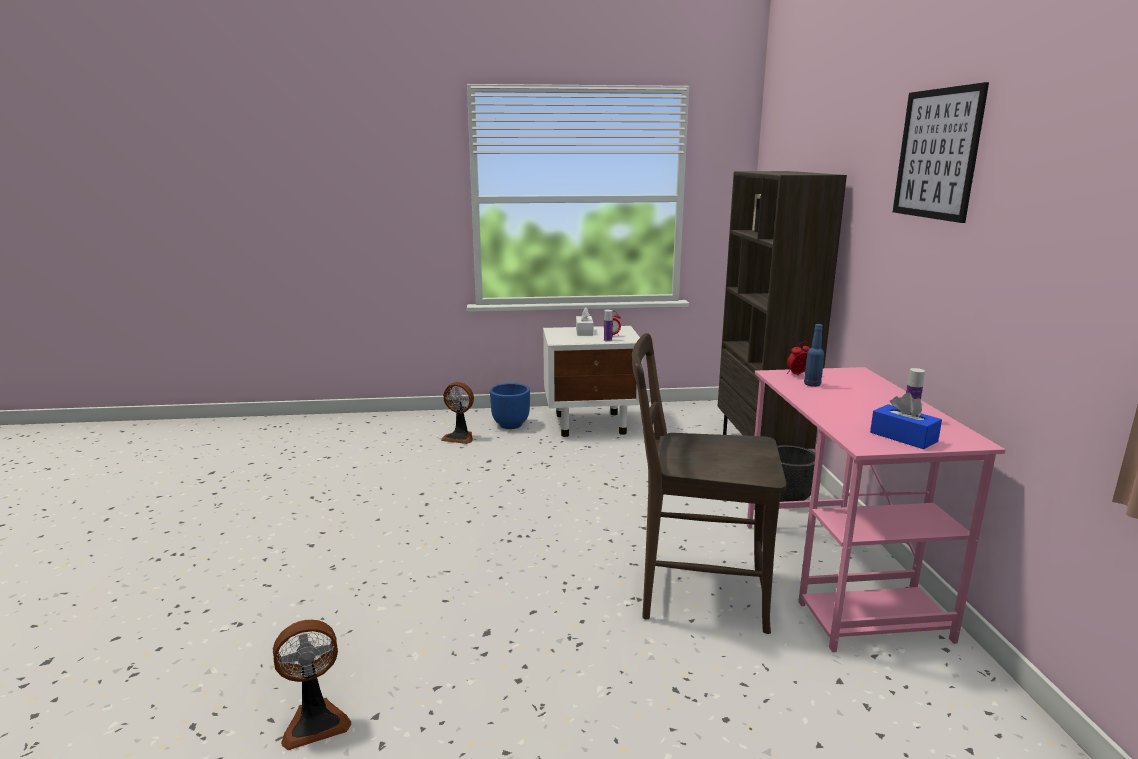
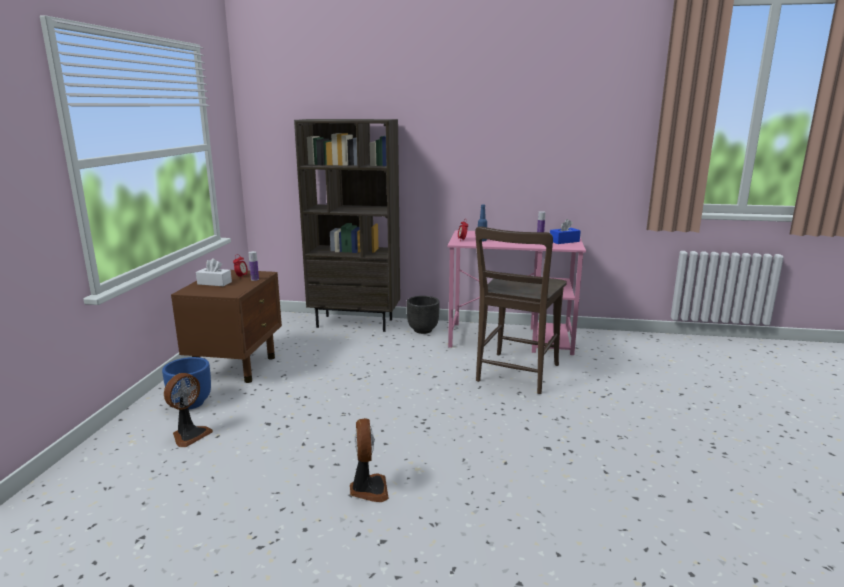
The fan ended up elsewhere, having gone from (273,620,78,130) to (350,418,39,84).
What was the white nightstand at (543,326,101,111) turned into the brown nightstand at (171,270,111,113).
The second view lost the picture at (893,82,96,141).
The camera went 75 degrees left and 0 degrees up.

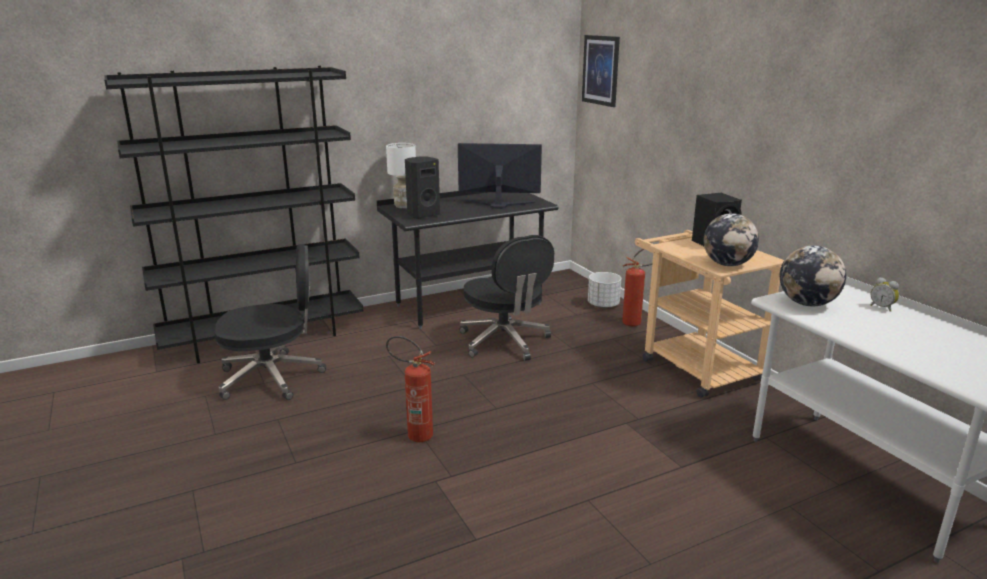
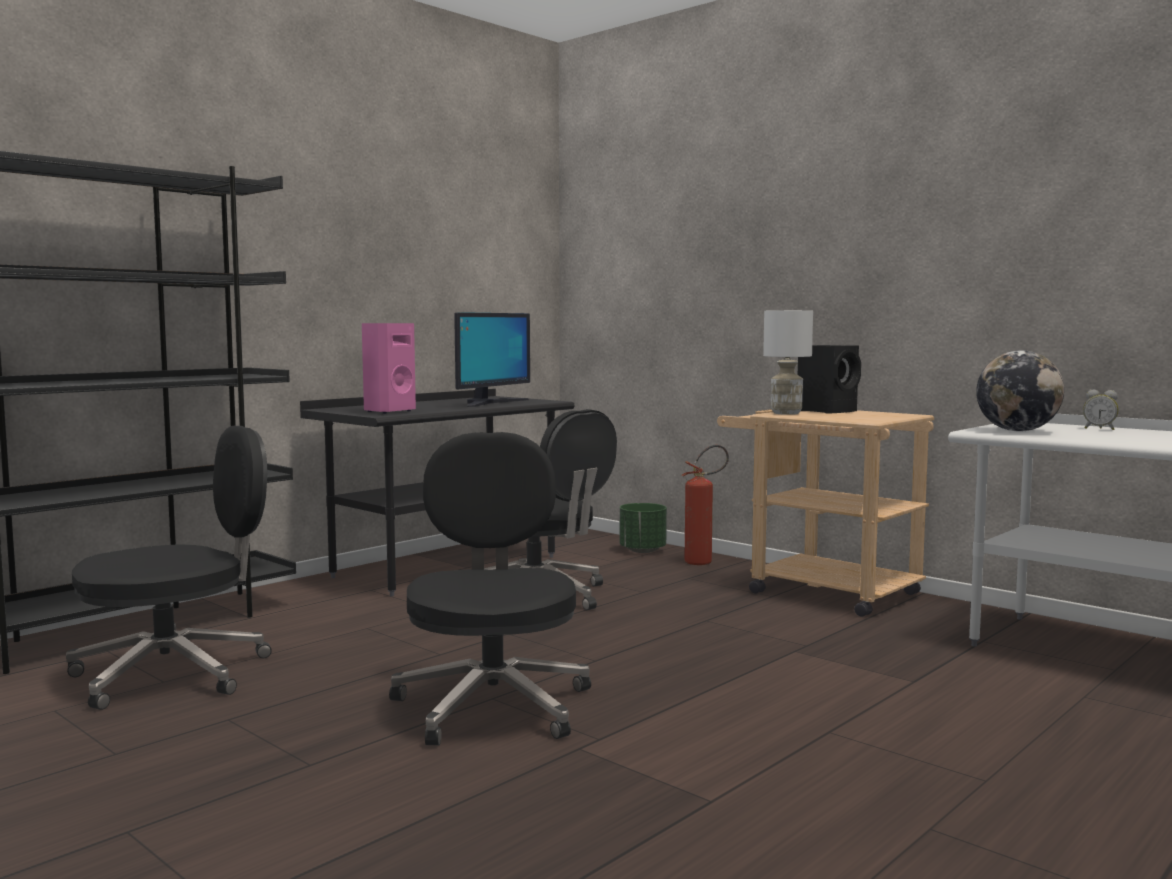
The white table lamp ended up elsewhere, having gone from (386,143,30,65) to (763,310,50,105).
Where the fire extinguisher stood at (386,336,49,106), the black office chair came to stand at (389,432,202,313).
What was the black speaker at (405,156,35,63) turned into the pink speaker at (362,323,54,91).
The monitor at (458,143,84,66) ended up facing another way, 135 degrees clockwise from before.
The second view lost the picture at (582,35,38,72).
What was the white planter at (588,272,33,36) turned into the green planter at (620,503,47,50).
The second view lost the globe at (704,213,55,53).
The camera went 20 degrees left and 15 degrees down.

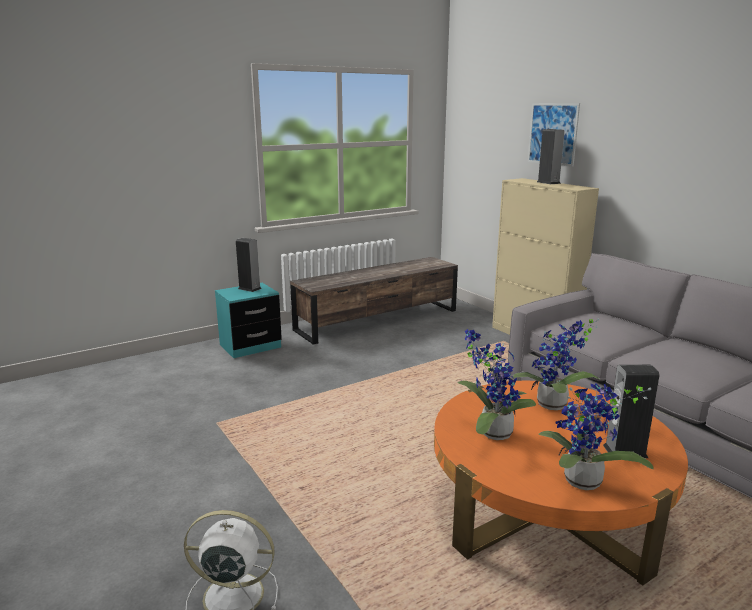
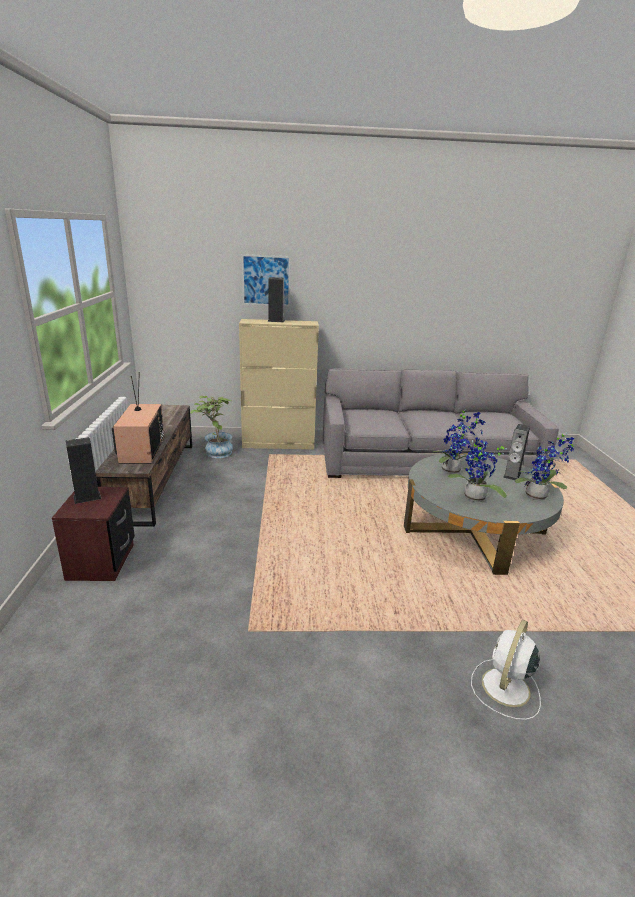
What was the turquoise nightstand at (215,283,67,75) turned into the brown nightstand at (52,487,83,94).
What was the orange coffee table at (434,381,254,205) turned into the grey coffee table at (404,453,160,122).
The second view gained the television at (112,372,52,92).
The second view gained the potted plant at (190,395,43,63).
The camera went 60 degrees left and 5 degrees up.

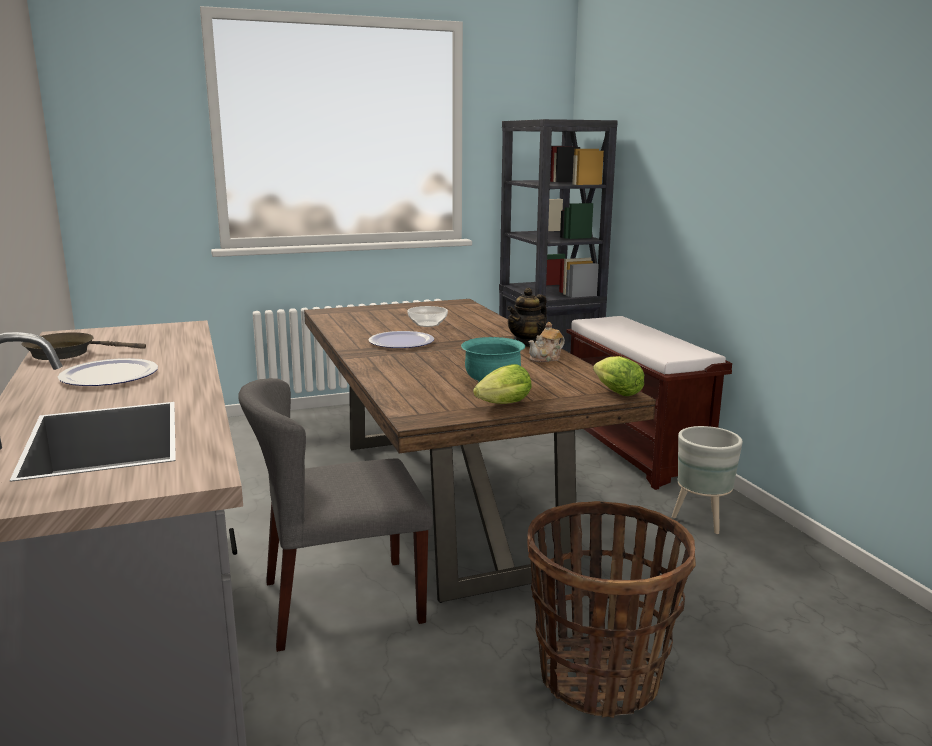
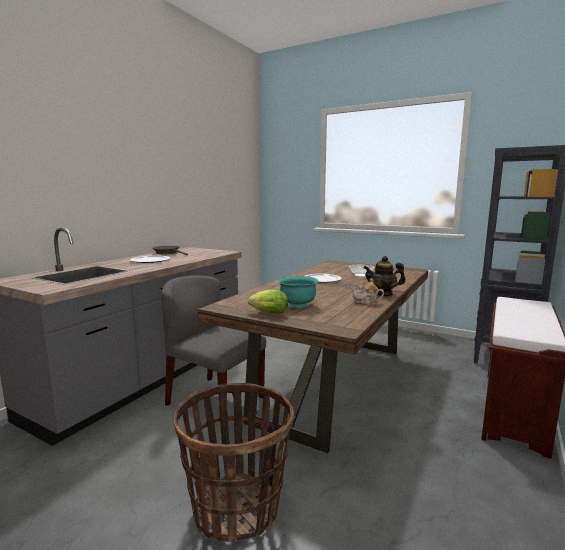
The second view lost the lettuce at (593,356,51,40).
The second view lost the grey planter at (672,426,71,108).
The camera went 50 degrees right and 5 degrees down.

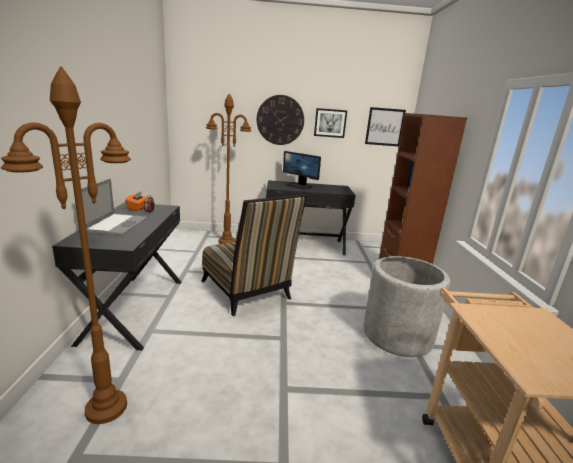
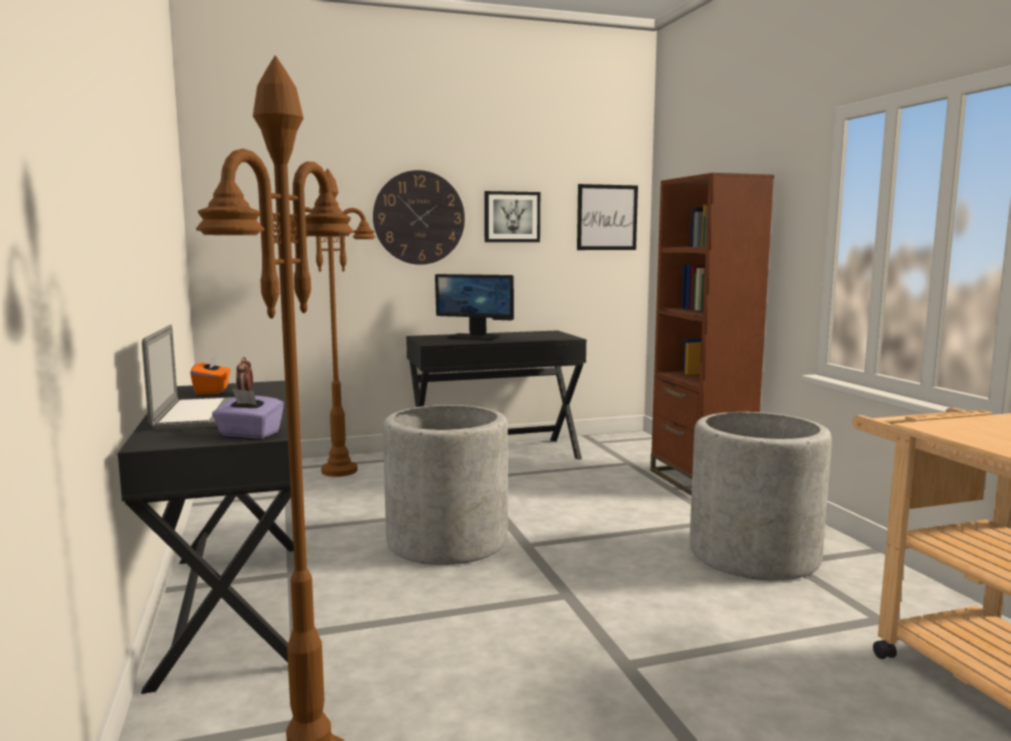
Where the chair stood at (202,194,105,122), the grey planter came to stand at (383,405,125,160).
The second view gained the purple tissue box at (212,389,72,50).
The camera went 15 degrees left and 10 degrees down.

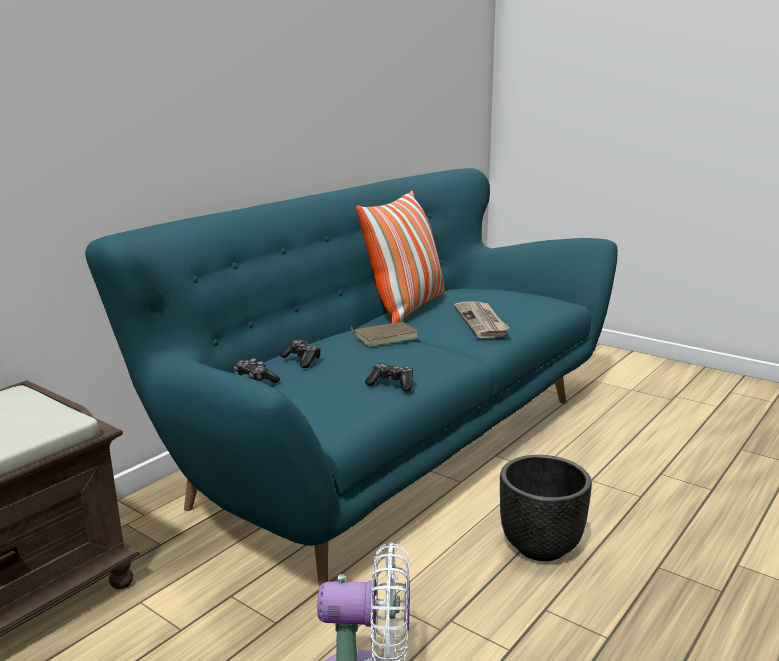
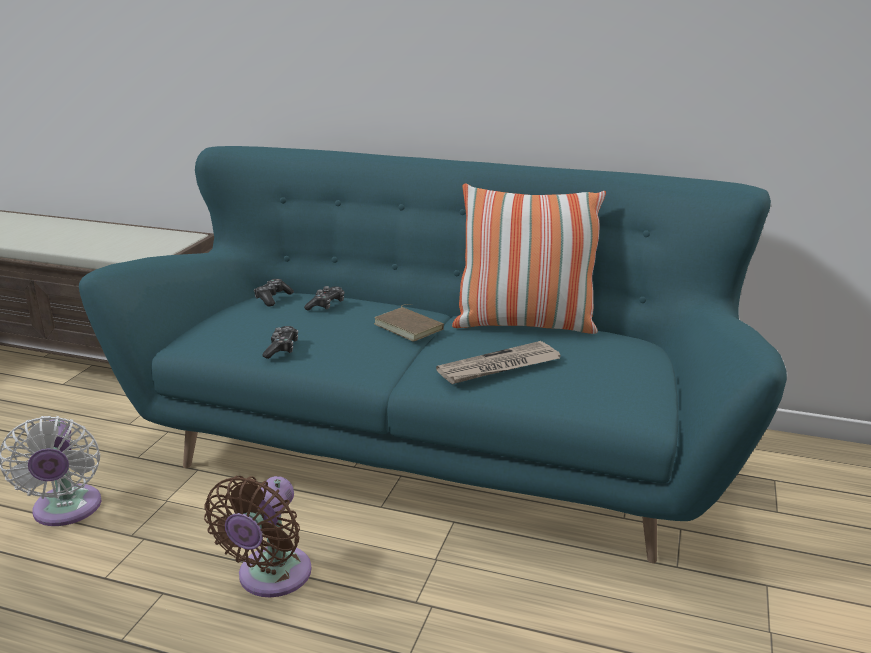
Where the black planter stood at (500,455,92,106), the brown fan came to stand at (204,476,108,121).
The camera went 70 degrees right and 5 degrees up.

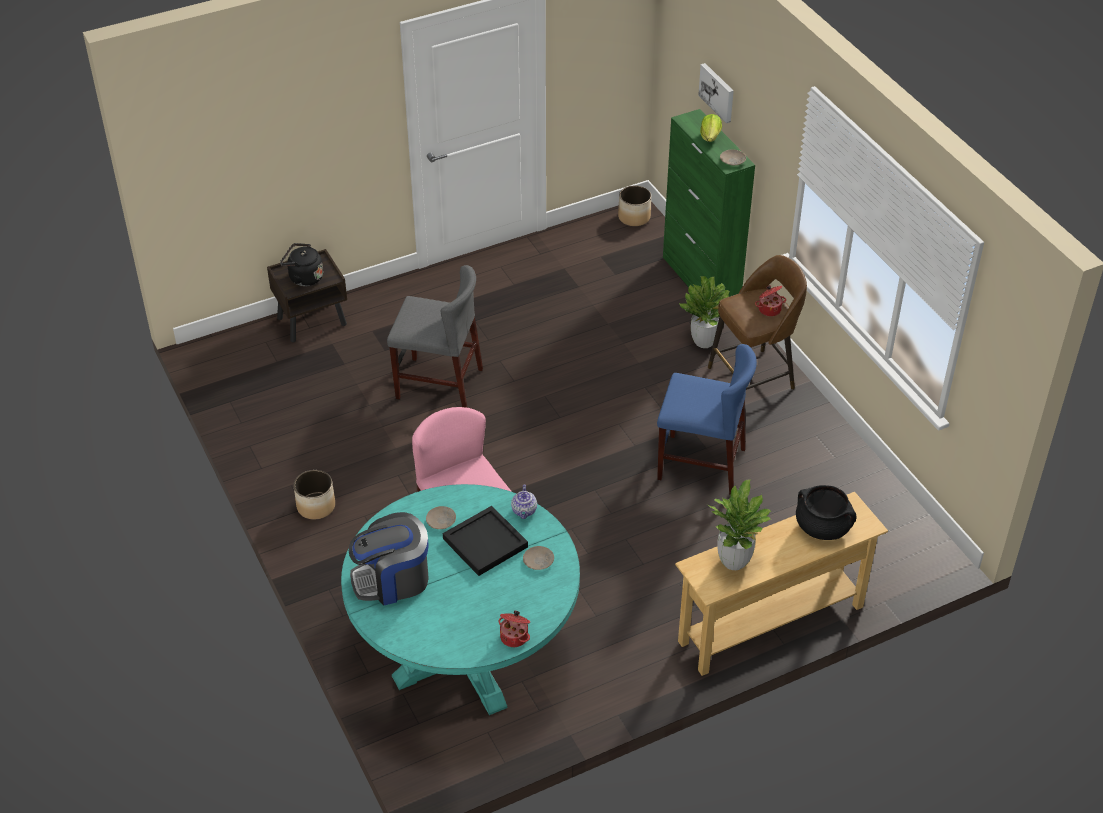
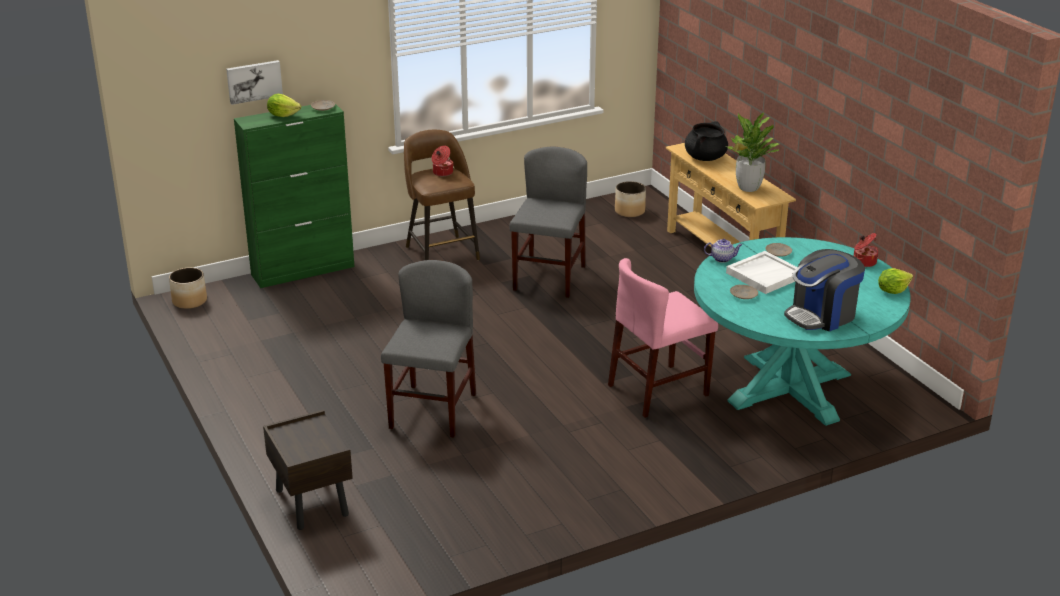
The second view lost the black kettle at (280,243,43,43).
The planter ended up elsewhere, having gone from (294,470,41,49) to (615,181,31,36).
The coffee machine at (349,512,80,93) ended up facing another way, 75 degrees clockwise from before.
What was the black tray at (443,506,85,70) turned into the white tray at (726,251,71,43).
What was the blue chair at (657,344,100,151) turned into the grey chair at (509,147,78,151).
The second view lost the potted plant at (679,276,51,72).
The second view gained the lettuce at (878,268,35,26).
The camera went 90 degrees left and 15 degrees down.

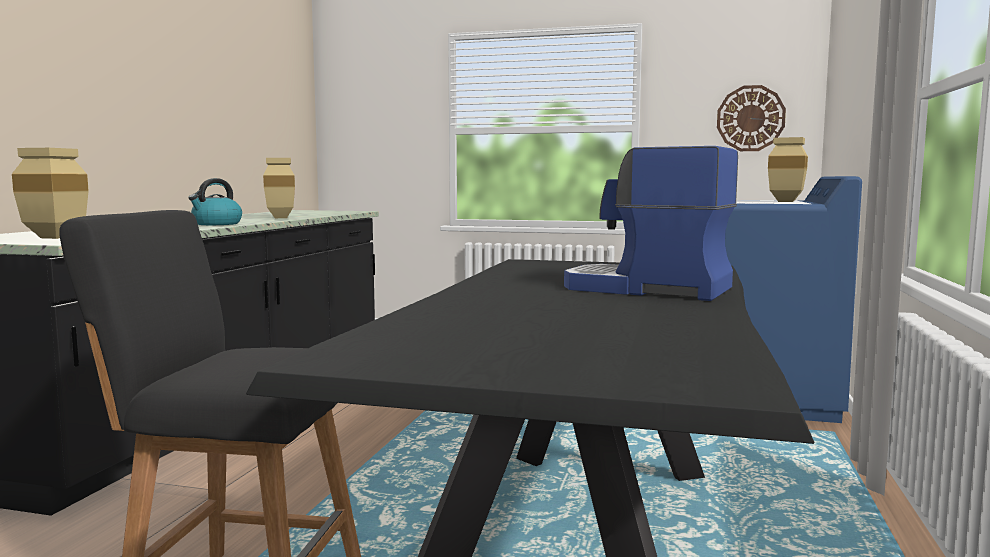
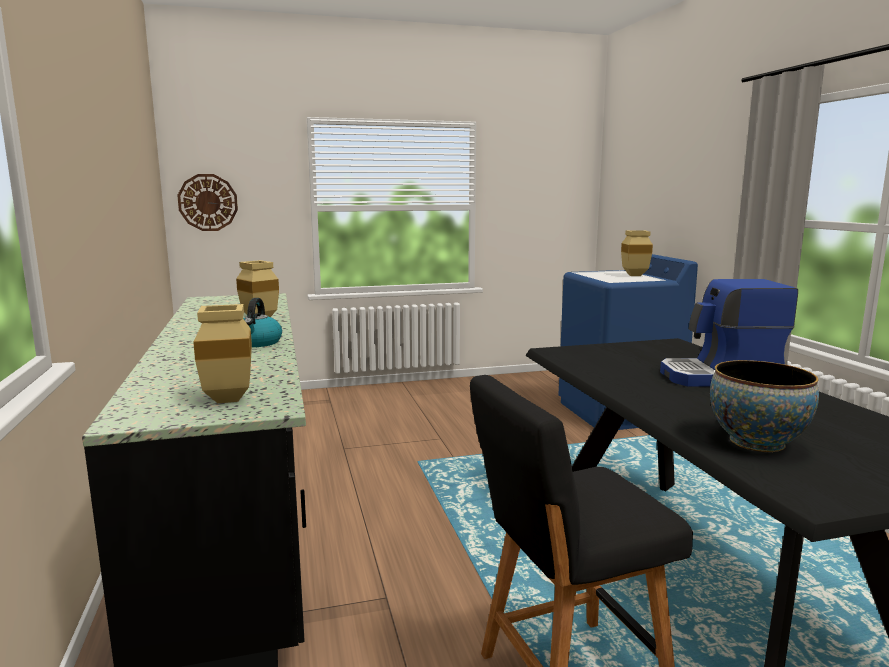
The wall clock ended up elsewhere, having gone from (717,85,69,66) to (177,174,61,57).
The second view gained the bowl at (710,360,109,92).
The camera went 30 degrees left and 5 degrees up.

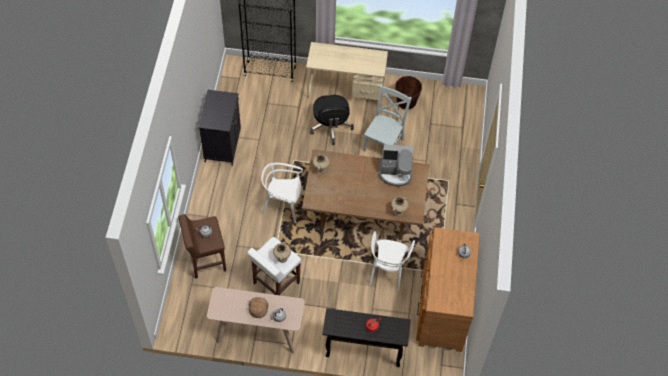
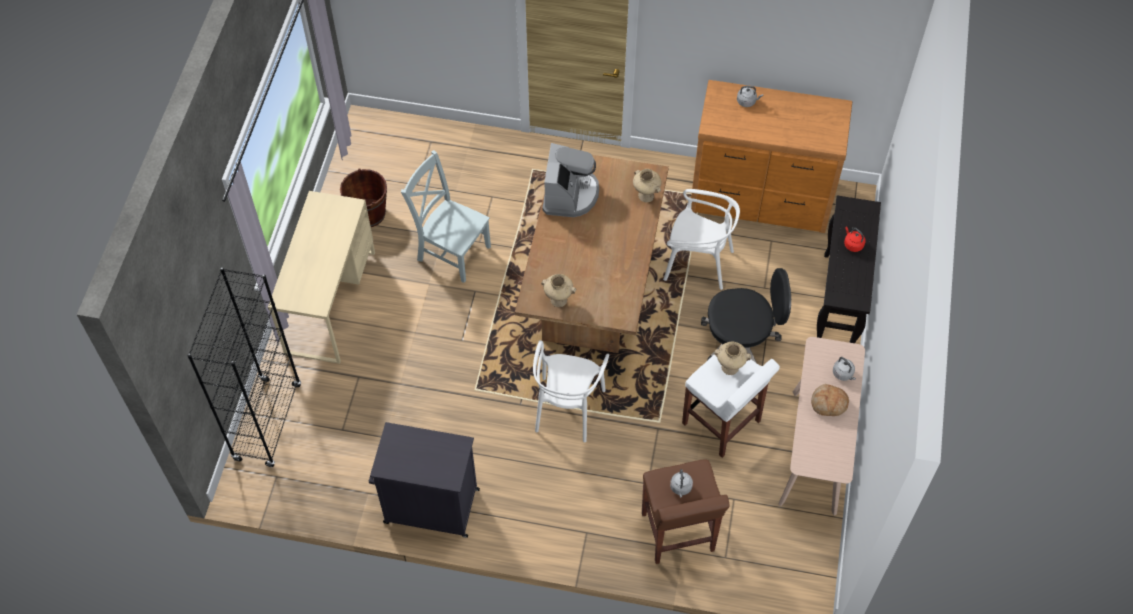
The black office chair ended up elsewhere, having gone from (310,95,44,50) to (701,268,90,95).
The camera went 85 degrees left and 0 degrees up.

